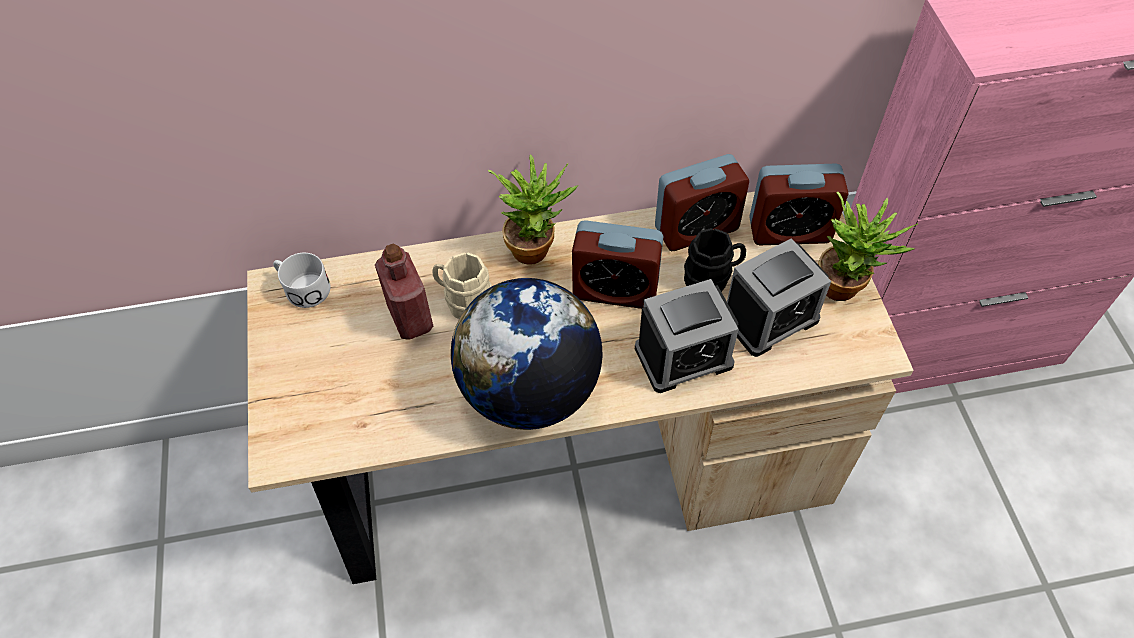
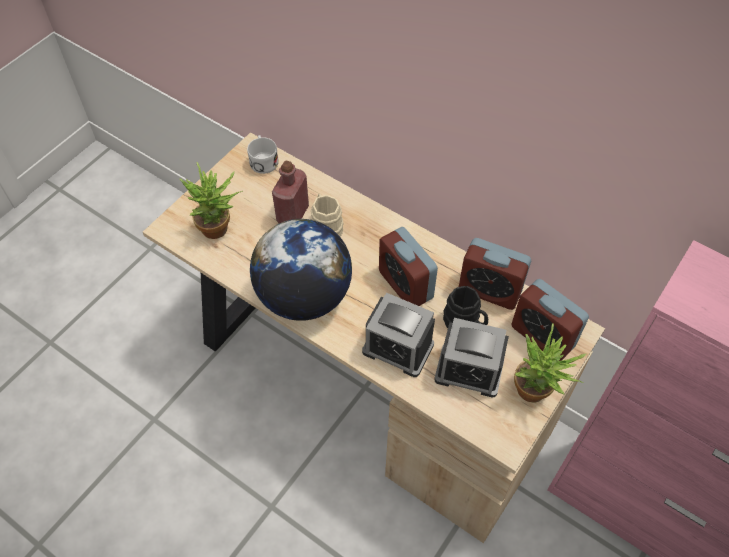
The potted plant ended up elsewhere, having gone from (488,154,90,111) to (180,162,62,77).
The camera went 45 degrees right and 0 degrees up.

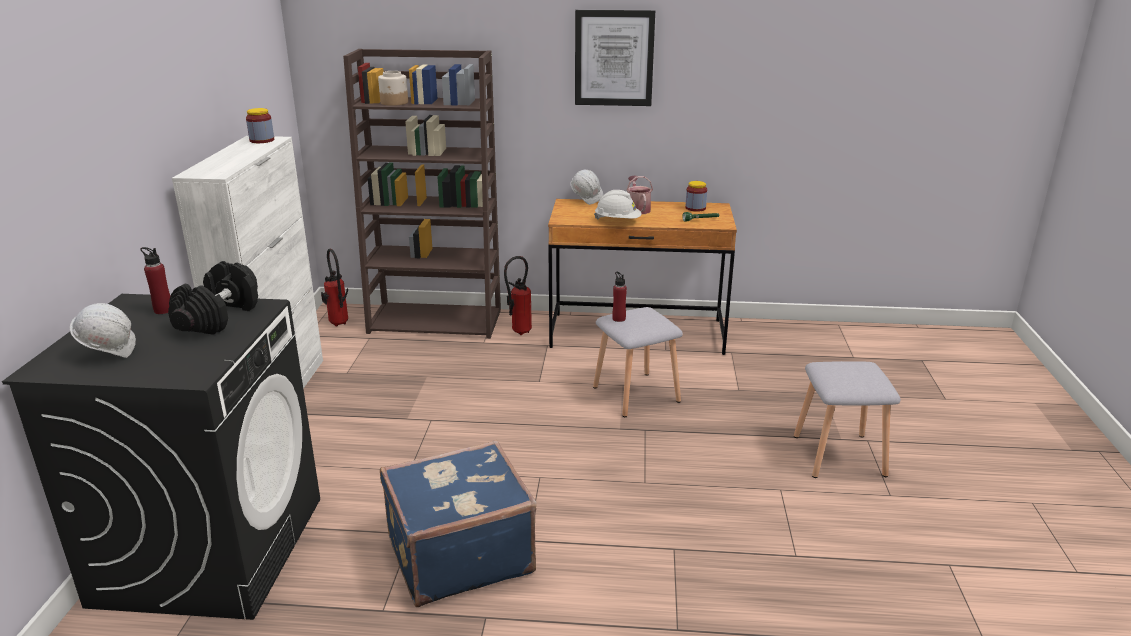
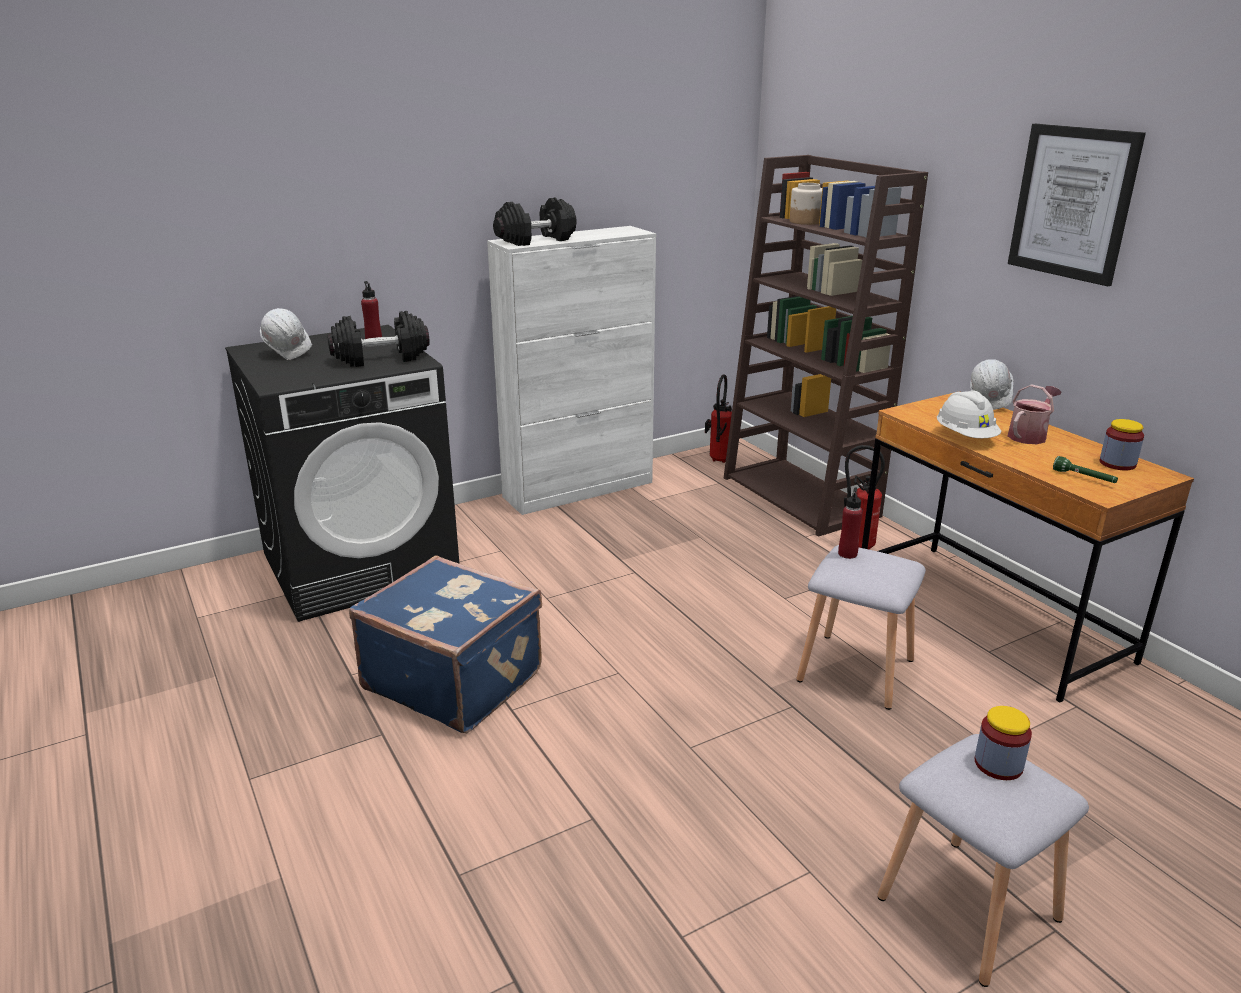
The jar ended up elsewhere, having gone from (246,108,28,35) to (975,706,57,74).
The second view gained the black dumbbell at (493,197,84,49).
The camera went 55 degrees right and 0 degrees up.

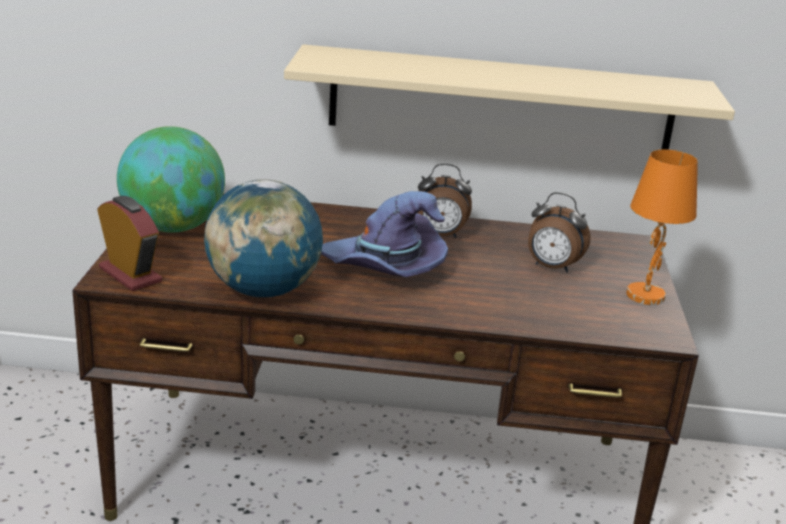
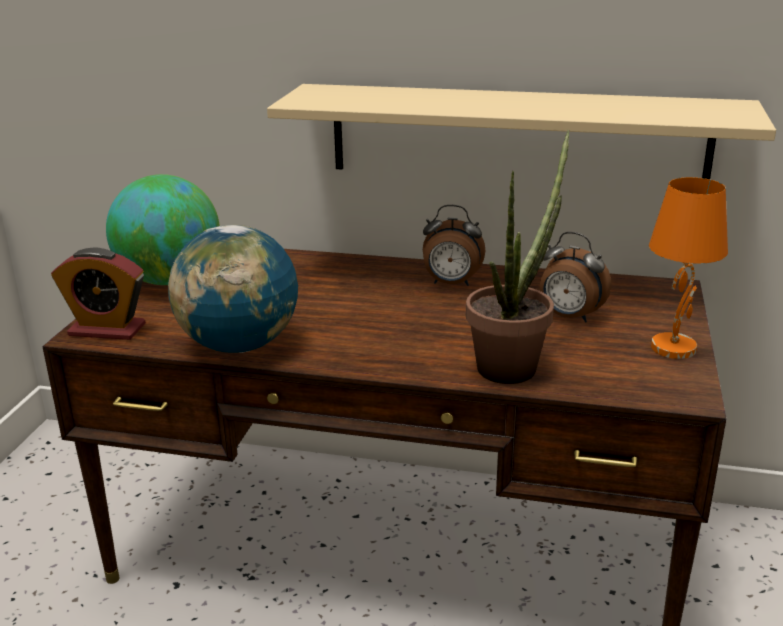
The alarm clock at (97,196,65,95) ended up facing another way, 135 degrees clockwise from before.
The second view lost the purple hat at (321,191,127,86).
The second view gained the potted plant at (466,130,103,254).
The camera went 10 degrees right and 0 degrees up.

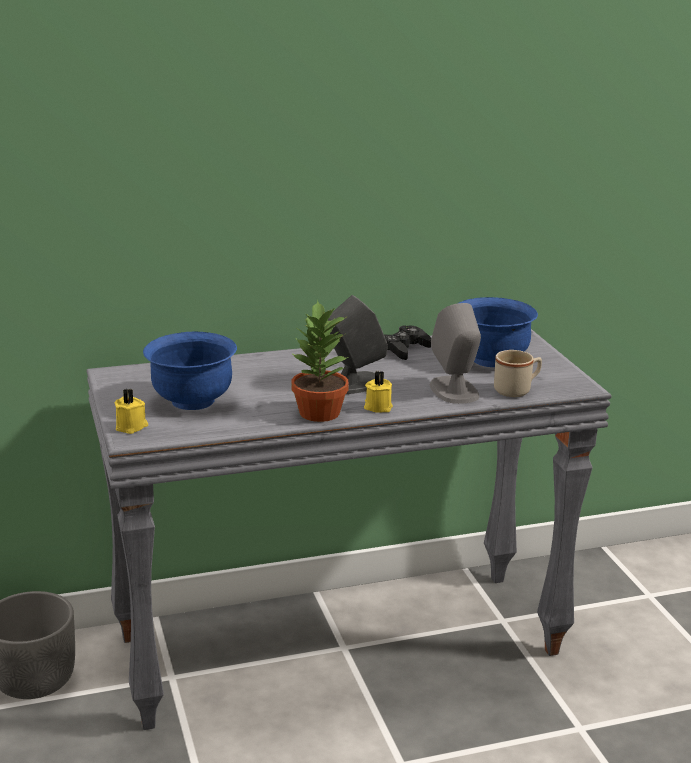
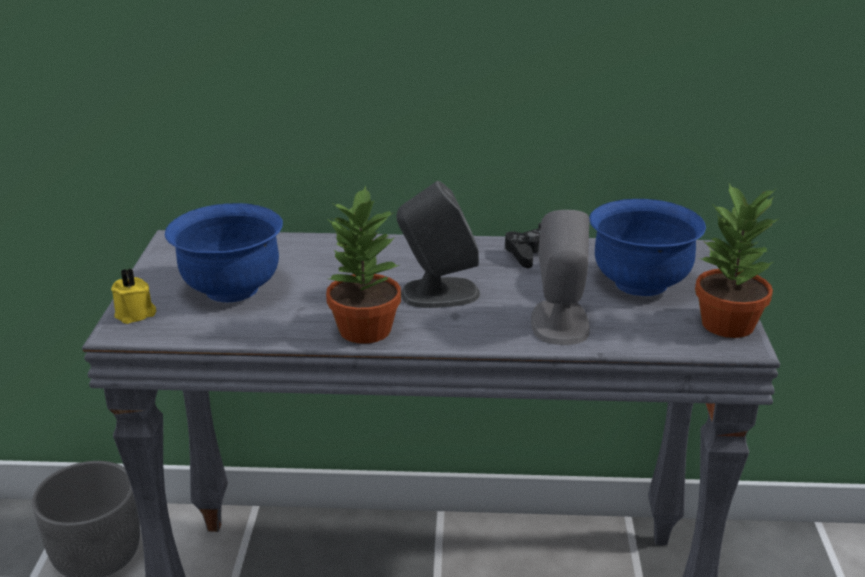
The second view lost the yellow candle at (364,371,29,42).
The second view lost the beige mug at (494,350,48,47).
The second view gained the potted plant at (695,183,83,155).
The camera went 20 degrees right and 5 degrees up.

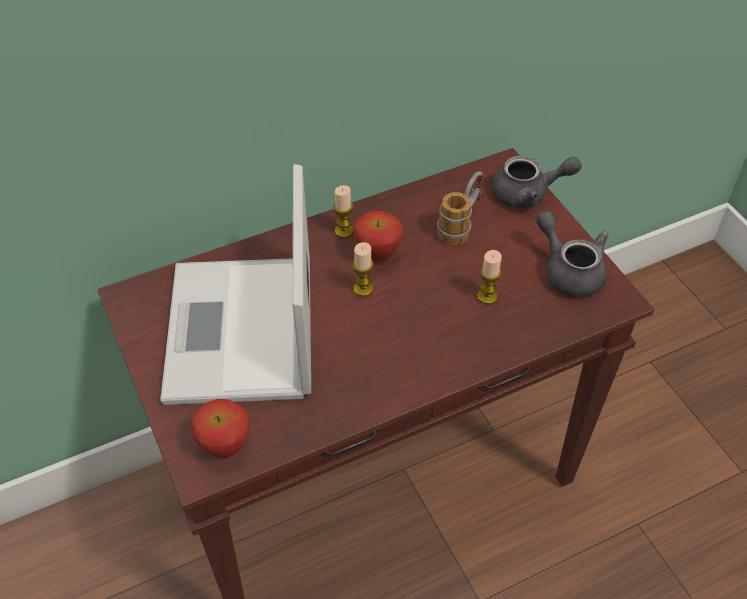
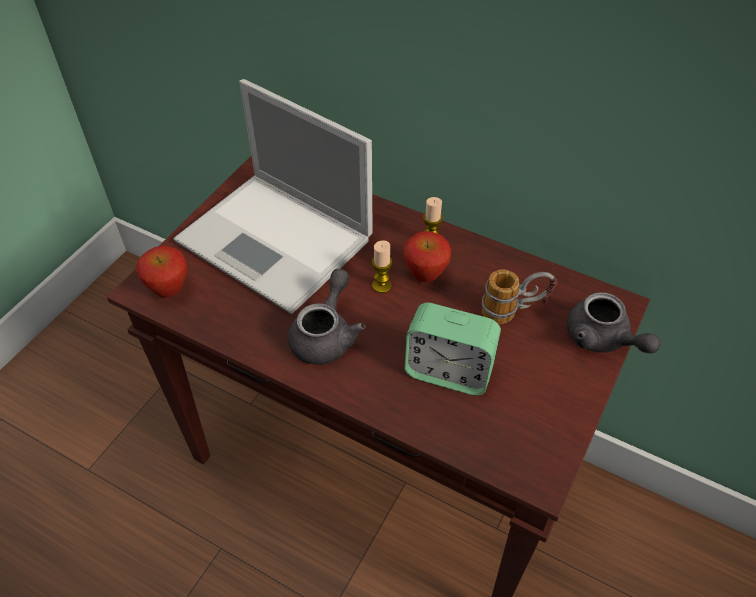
The laptop at (160,164,151,241) ended up facing another way, 105 degrees counterclockwise from before.
Where the candle stood at (477,250,25,54), the alarm clock came to stand at (404,303,97,92).
The grey teapot ended up elsewhere, having gone from (536,211,72,86) to (288,269,77,96).
The camera went 55 degrees right and 0 degrees up.

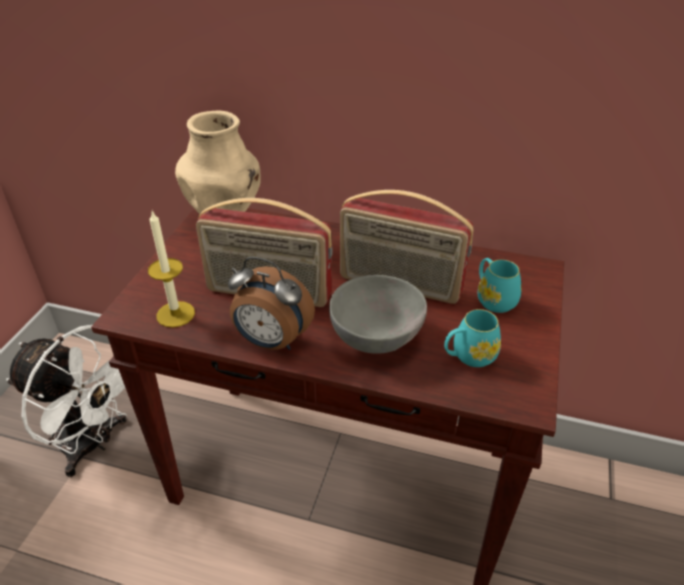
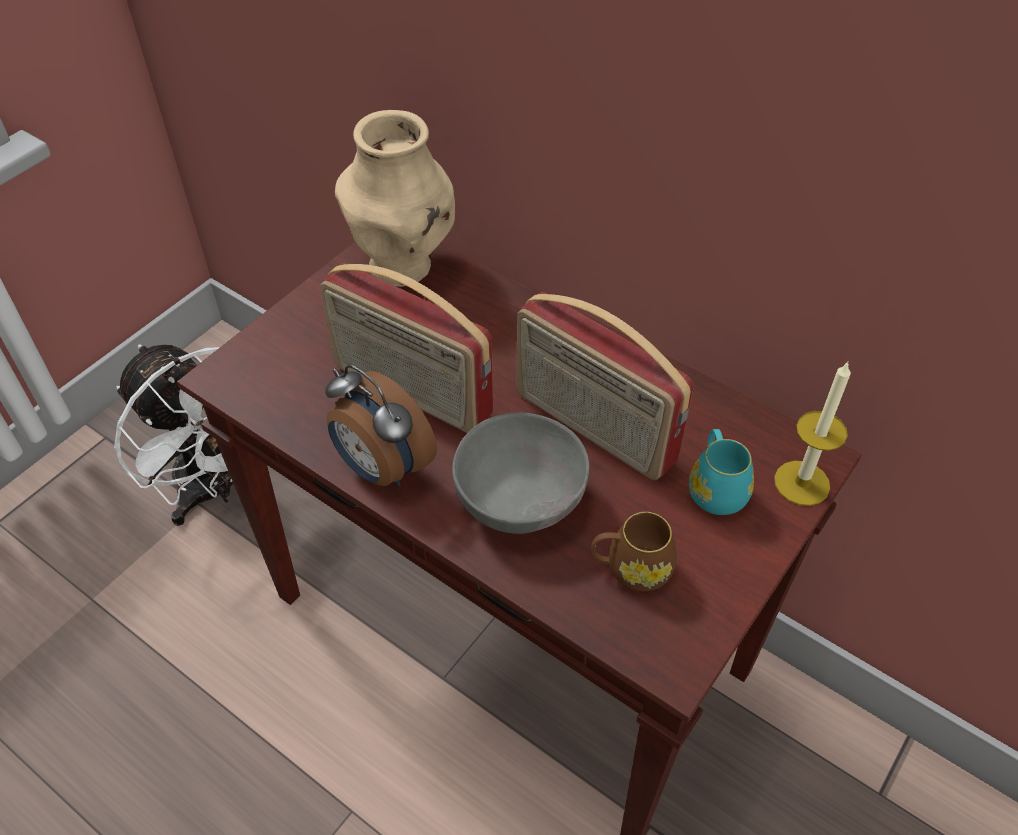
The candle ended up elsewhere, having gone from (148,211,47,116) to (774,362,77,144).
What was the turquoise mug at (444,309,57,58) turned into the brown mug at (591,512,86,79).
The camera went 20 degrees right and 10 degrees up.

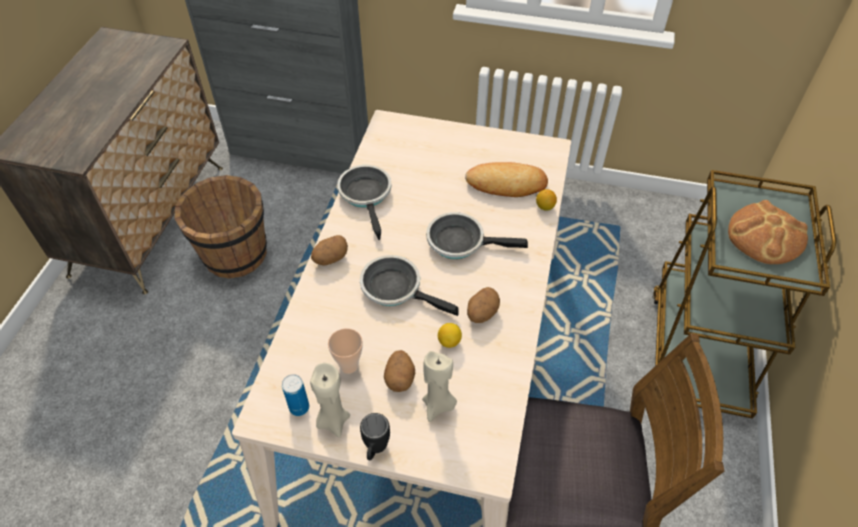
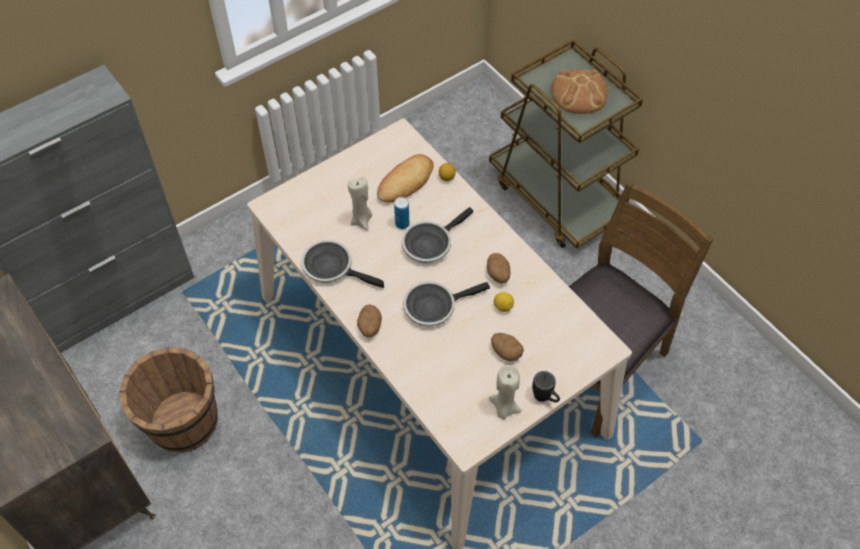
The can ended up elsewhere, having gone from (282,374,27,42) to (394,197,15,32).
The second view lost the cup at (328,328,35,46).
The beige candle ended up elsewhere, having gone from (422,351,35,71) to (348,177,24,54).
The camera went 50 degrees left and 5 degrees up.

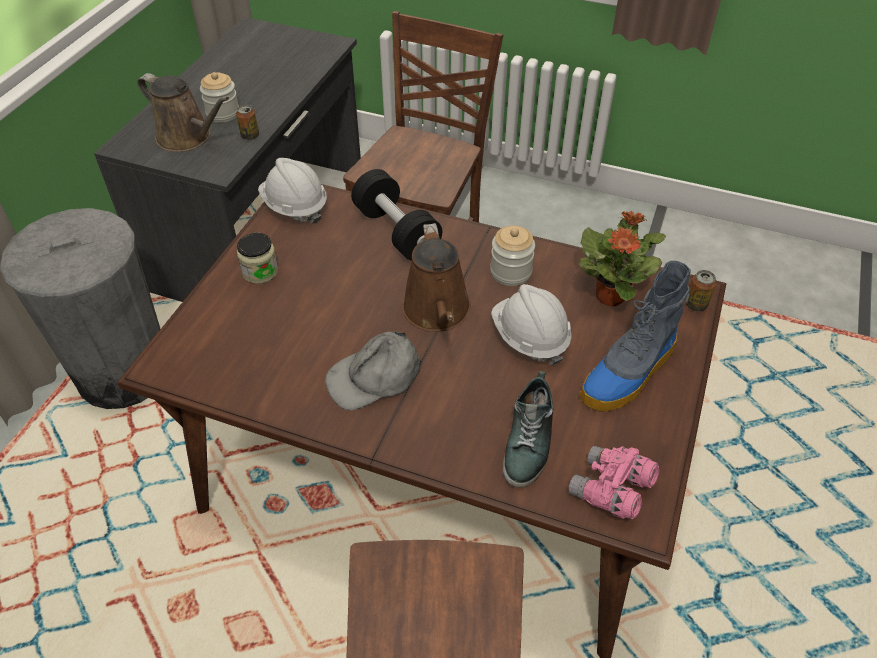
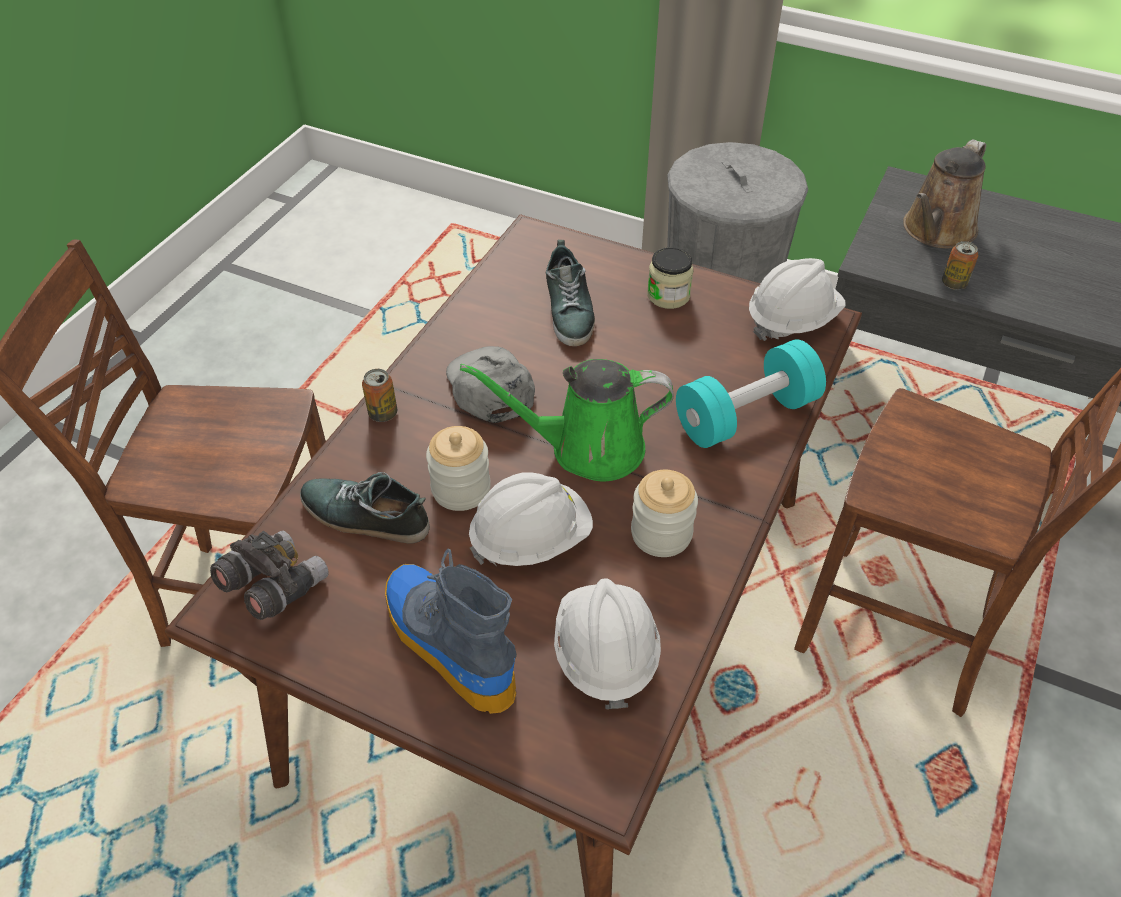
The jar ended up elsewhere, having gone from (200,72,39,51) to (426,426,65,85).
What was the black dumbbell at (351,169,91,92) turned into the turquoise dumbbell at (676,339,150,109).
What was the brown watering can at (402,223,69,109) turned into the green watering can at (460,359,214,123).
What was the pink binoculars at (569,446,90,73) turned into the grey binoculars at (210,531,118,89).
Where the potted plant stood at (579,211,87,95), the white hard hat came to stand at (554,578,107,131).
The can ended up elsewhere, having gone from (685,270,31,41) to (362,369,35,53).
The second view gained the shoe at (546,240,49,106).
The camera went 95 degrees right and 0 degrees up.

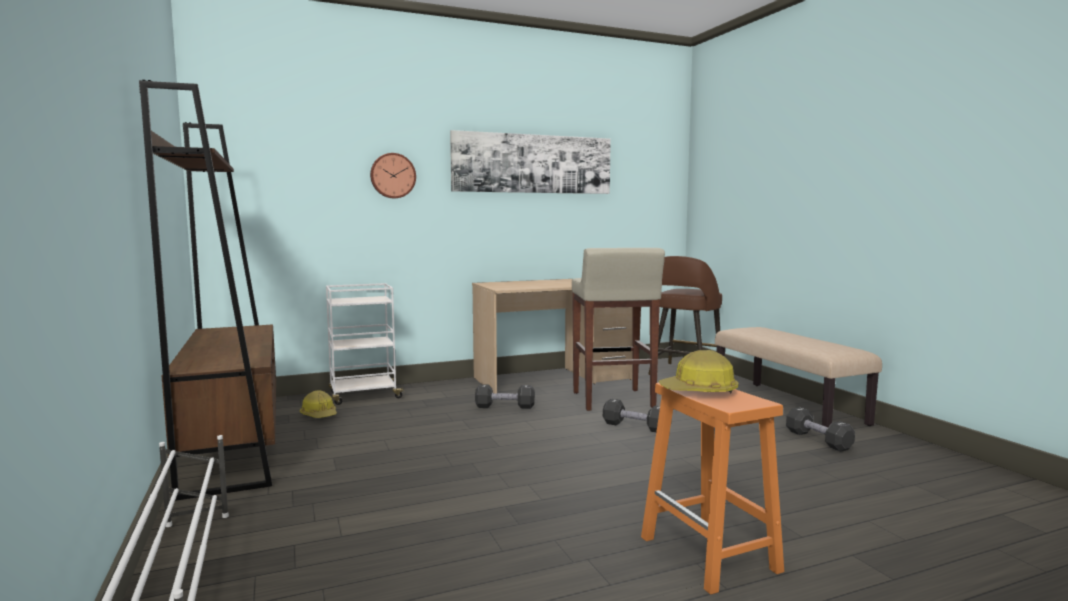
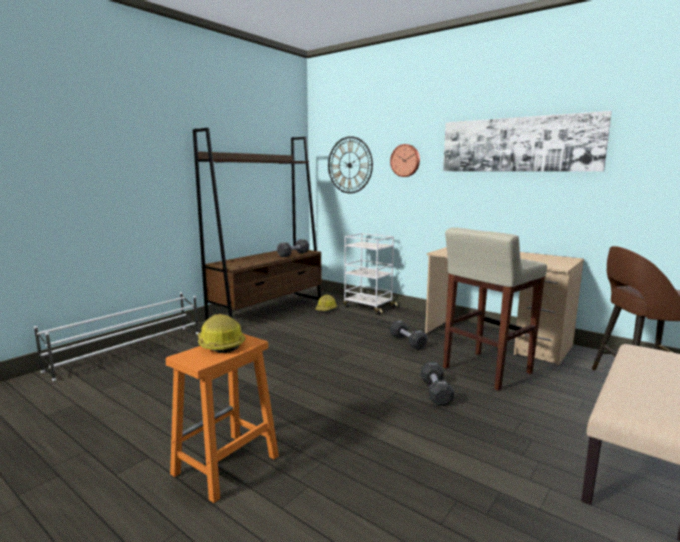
The black dumbbell ended up elsewhere, having gone from (786,407,69,45) to (277,239,32,18).
The second view gained the wall clock at (328,136,45,58).
The camera went 60 degrees right and 5 degrees up.

